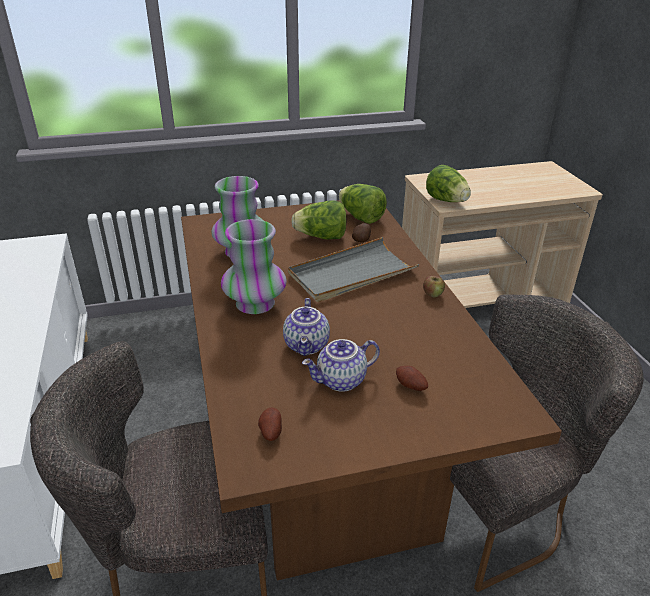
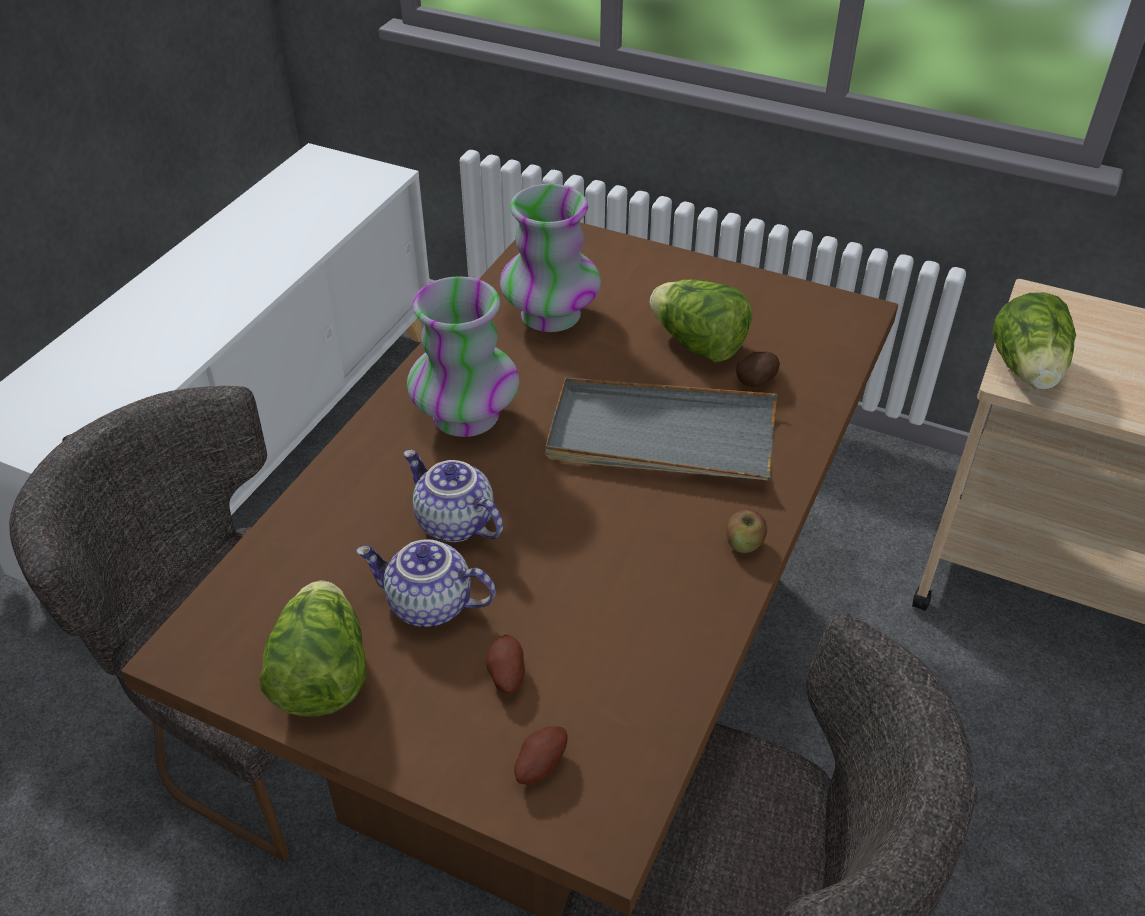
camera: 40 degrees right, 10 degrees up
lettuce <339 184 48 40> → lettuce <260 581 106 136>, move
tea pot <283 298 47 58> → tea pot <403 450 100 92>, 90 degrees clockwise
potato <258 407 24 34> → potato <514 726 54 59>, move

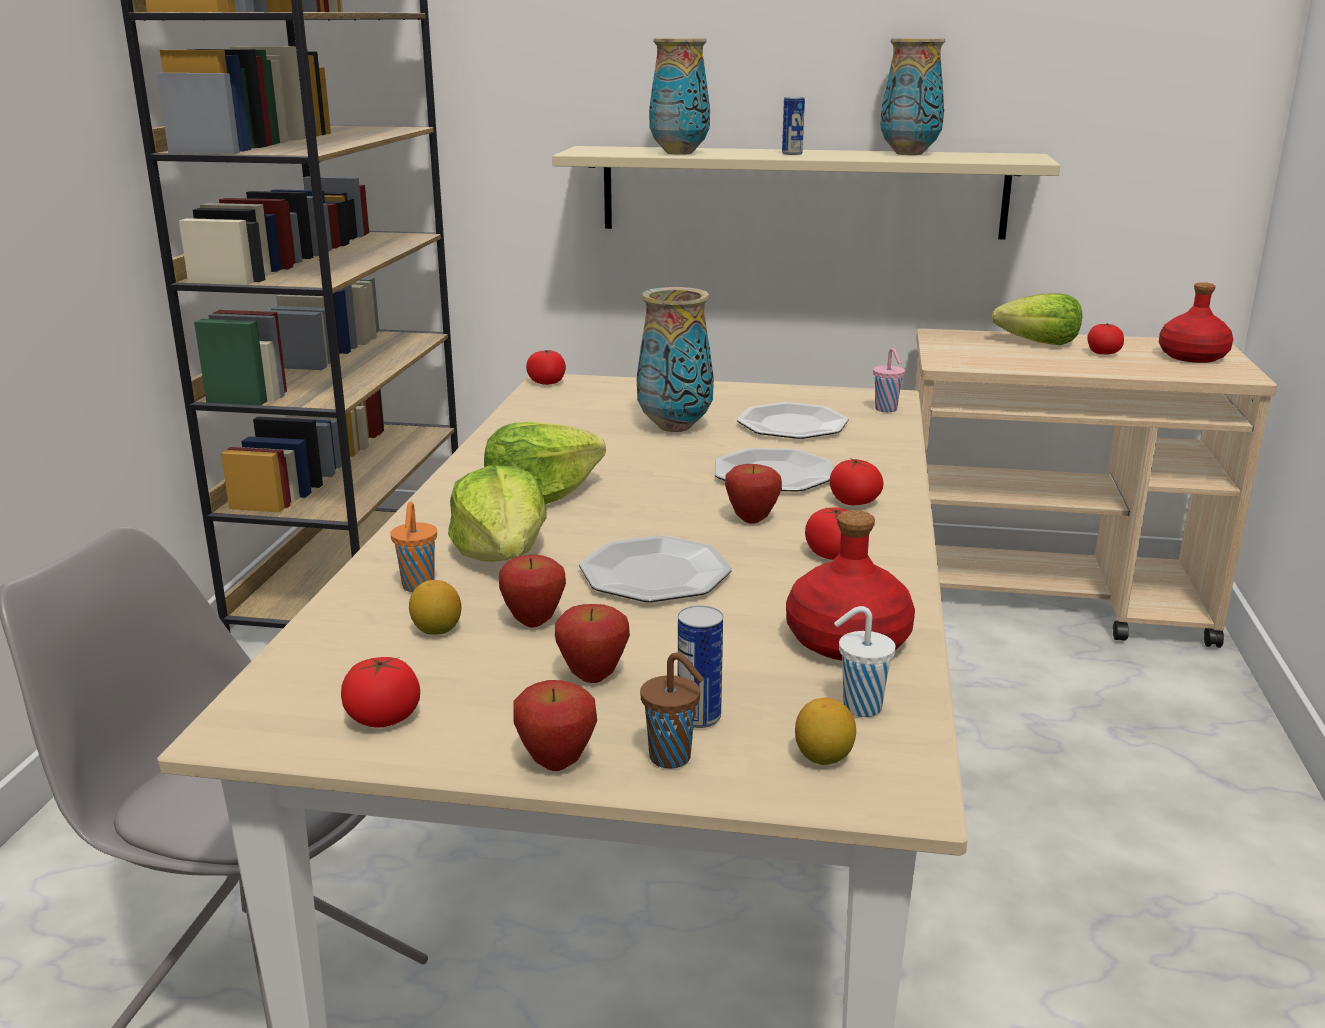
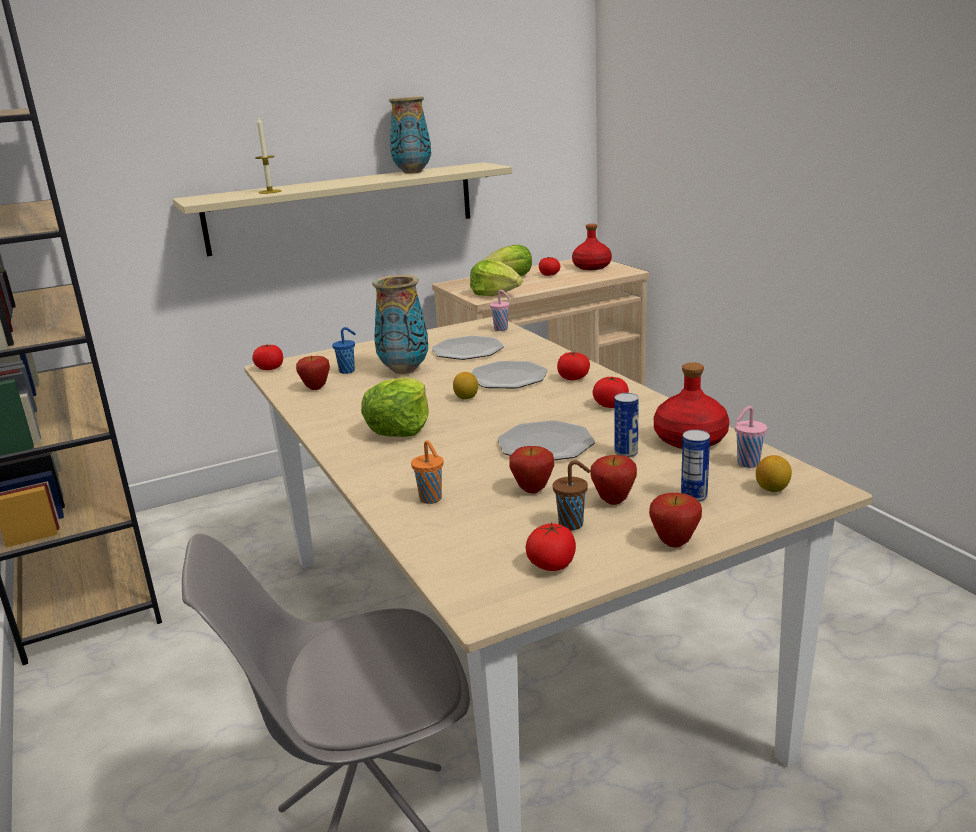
camera: 35 degrees left, 0 degrees up
vase <649 38 61 117> → candle <255 116 26 78>
whole apple <725 464 57 60> → whole apple <296 356 34 34>, move
- → drinking cup in blue-coloured <332 327 24 47>
citrus fruit <409 580 52 55> → citrus fruit <453 372 25 28>, move
lettuce <448 465 99 97> → lettuce <470 260 53 36>, move
drinking cup in brown <640 653 64 116> → drinking cup in brown <553 460 38 70>, move
metal can <782 97 23 58> → metal can <614 393 25 64>, move
drinking cup in white <834 606 62 111> → drinking cup in pink-coloured <735 406 32 62>

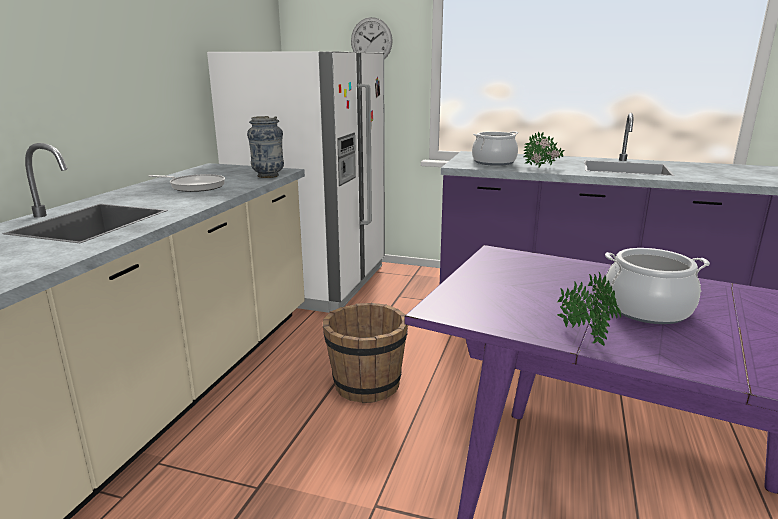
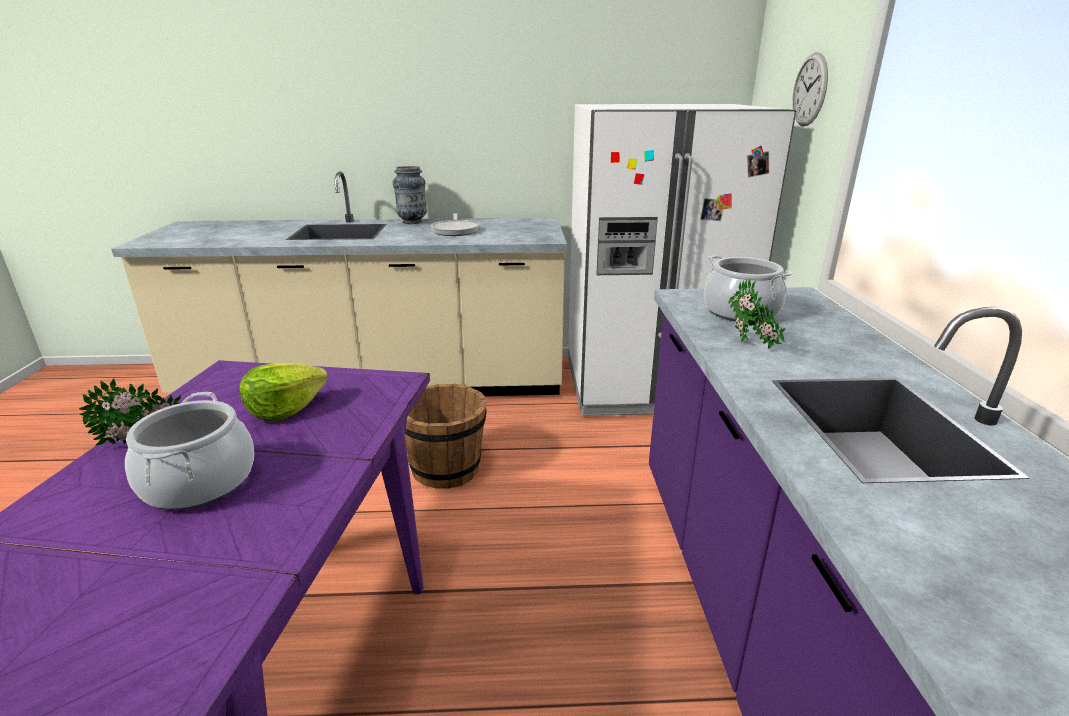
camera: 70 degrees right, 5 degrees up
- → lettuce <239 363 89 59>
vase <247 116 37 62> → vase <393 166 34 58>, move

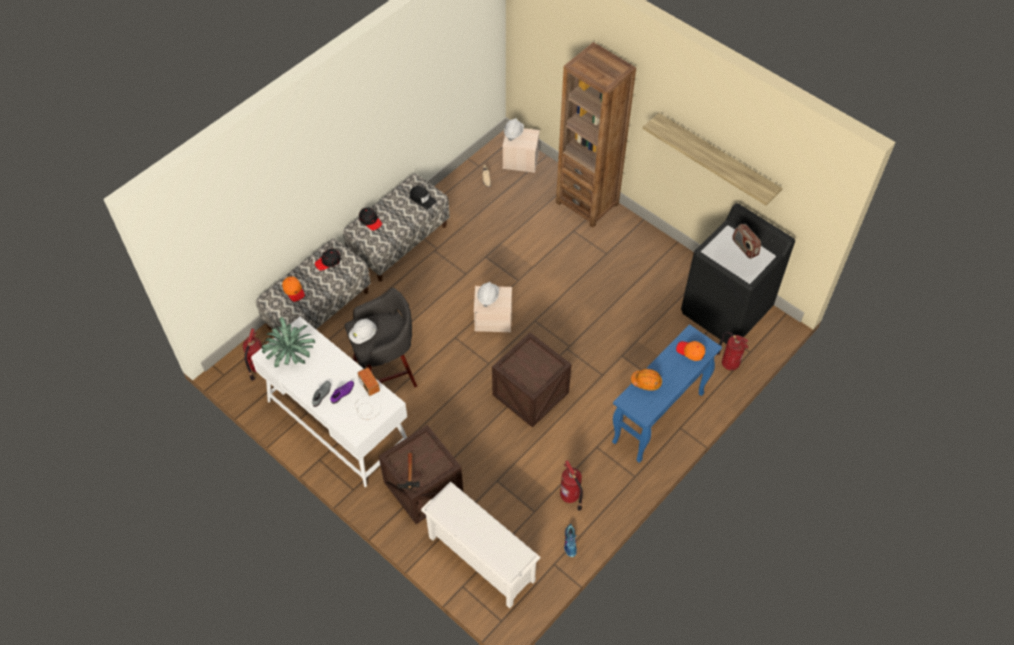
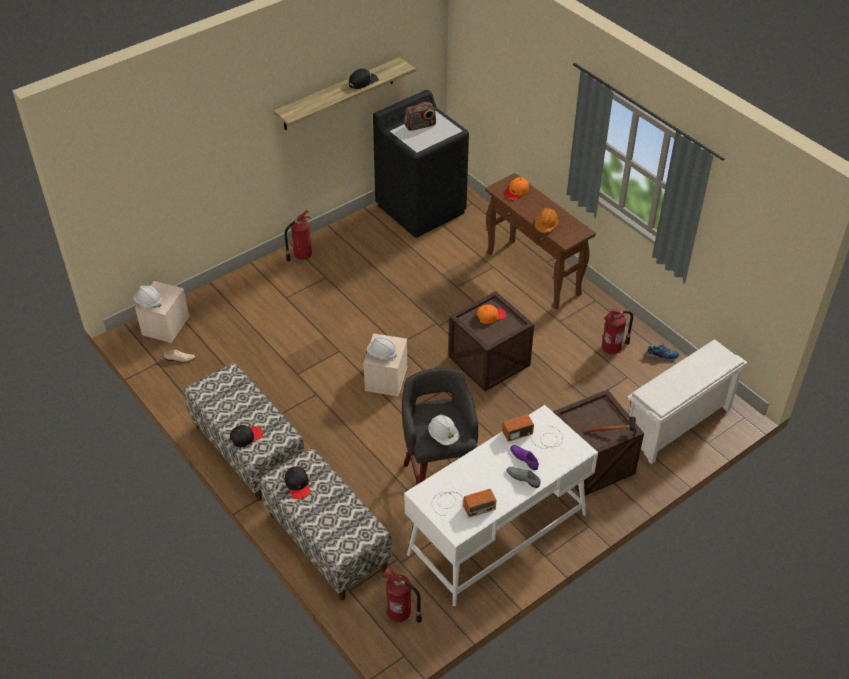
camera: 80 degrees left, 10 degrees down
fire-fighting cylinder <716 332 33 38> → fire-fighting cylinder <284 210 28 52>, move
peaked cap in black <410 186 26 23> → peaked cap in black <349 69 30 20>, move
potted plant <262 317 53 50> → radio set <432 489 64 29>
peaked cap in orangey <282 276 23 26> → peaked cap in orangey <477 305 29 19>, move
narrow table in blue-coloured <612 324 110 139> → narrow table in brown <485 173 111 136>
bookshelf in brown <556 42 80 186> → -

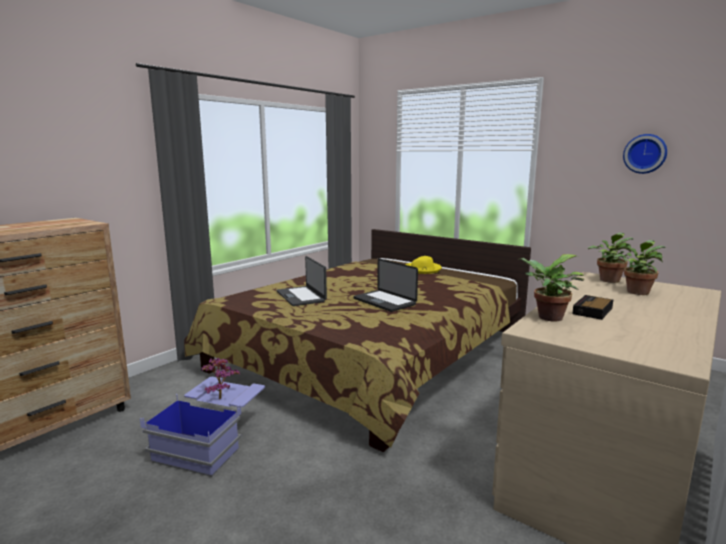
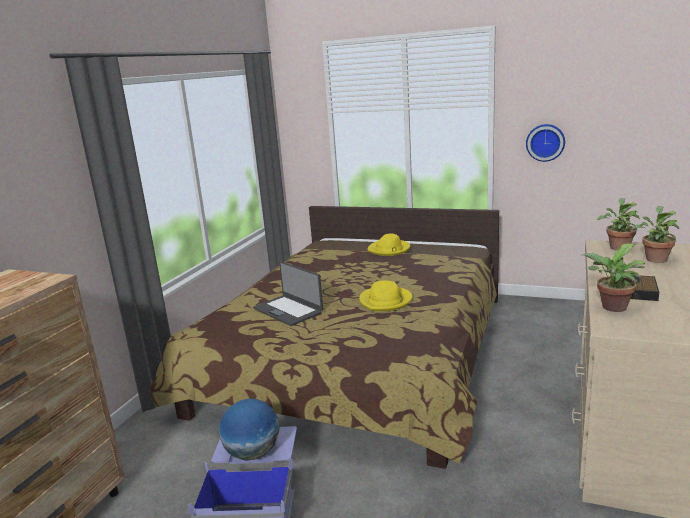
camera: 15 degrees left, 5 degrees up
potted plant <201 358 39 41> → globe <219 399 60 62>
laptop <353 259 65 53> → wearable hat in yellowish <359 280 54 31>
clock on the wall <623 134 44 40> → clock on the wall <526 124 39 38>, move

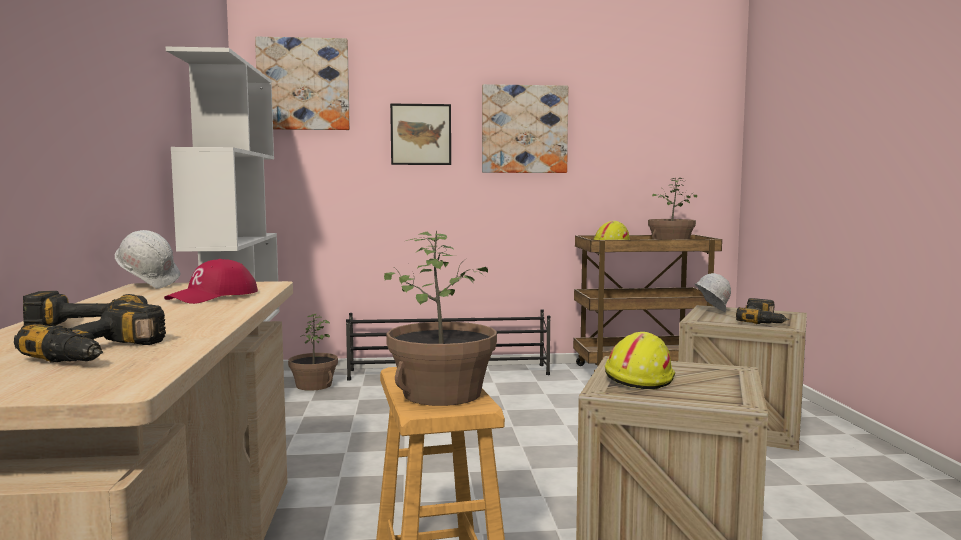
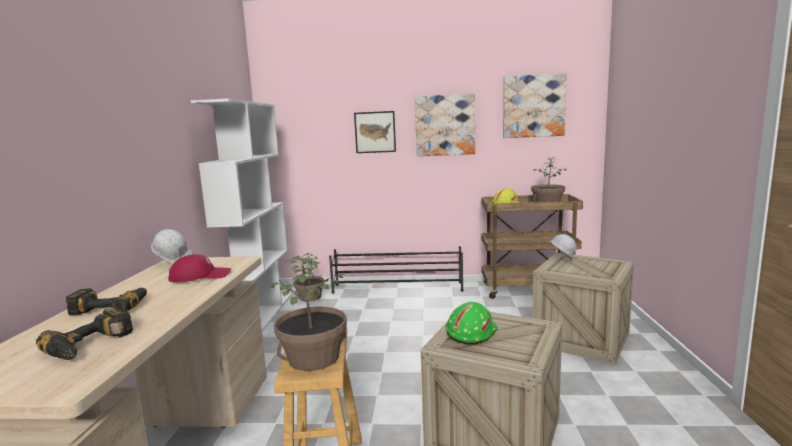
camera: 10 degrees right, 5 degrees up
peaked cap in red <164 259 94 45> → peaked cap in red <168 254 63 29>, 150 degrees counterclockwise
safety helmet in yellowish <605 332 70 57> → safety helmet in greenish <446 302 52 43>
picture <255 37 95 93> → picture <503 73 63 65>, move
power drill <736 298 53 26> → -

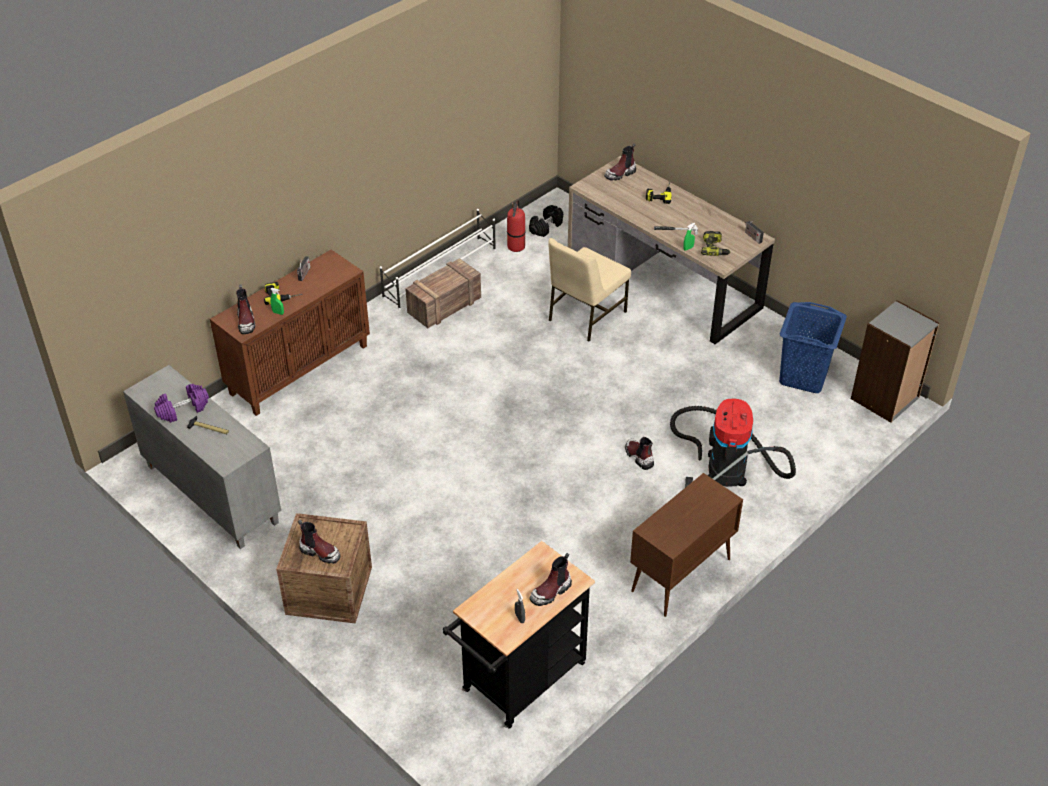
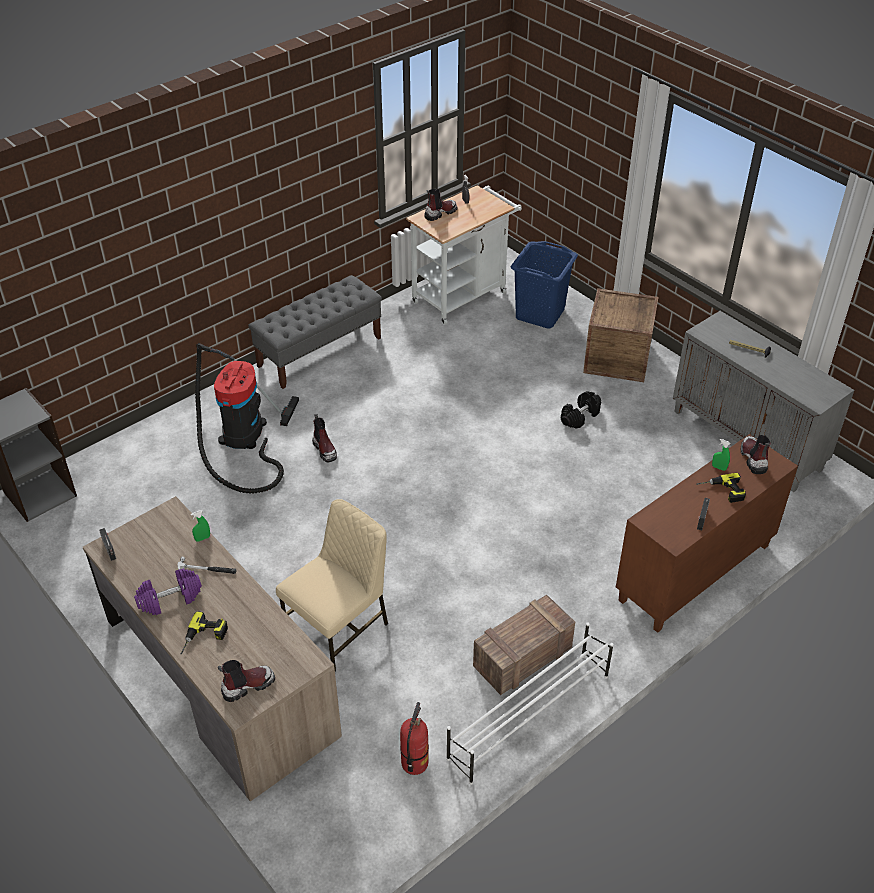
camera: 175 degrees left, 0 degrees up
free weight in purple-coloured <154 384 55 39> → free weight in purple-coloured <134 568 68 47>, move
cabinet in brown <630 473 113 144> → long seat in grey <248 275 134 114>
trolley in black <443 541 152 188> → trolley in white <406 185 116 140>
laundry basket in blue-coloured <779 302 68 91> → laundry basket in blue-coloured <511 241 67 87>, move
free weight in black <529 205 34 32> → free weight in black <561 391 40 38>, move
high-top boot <298 520 43 44> → -
power drill <701 231 30 25> → -

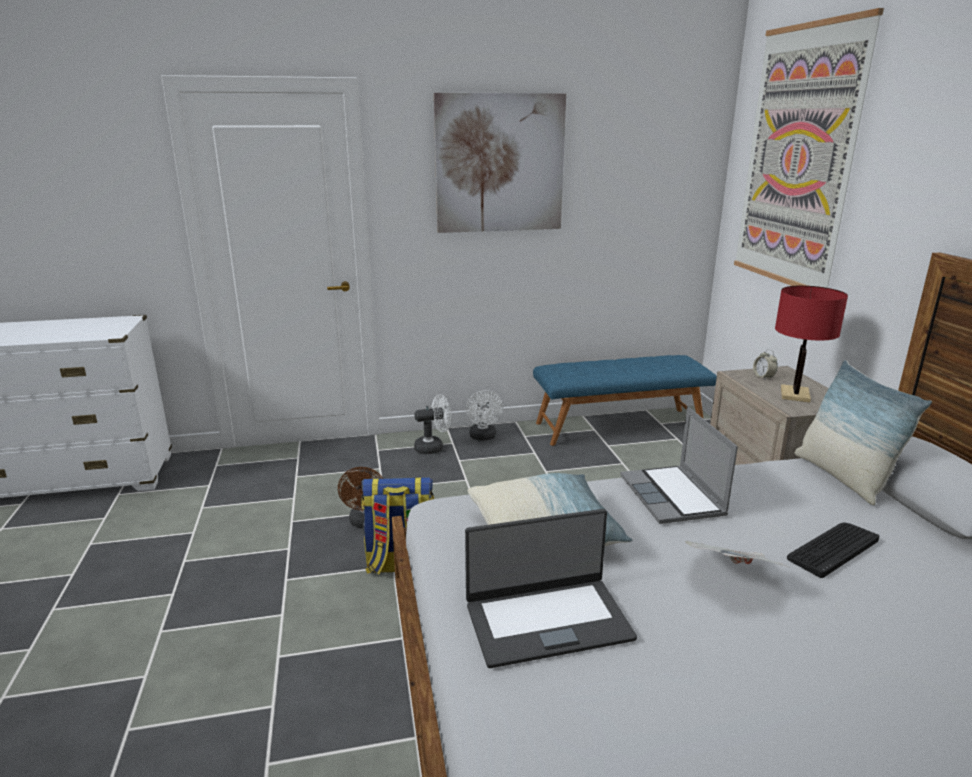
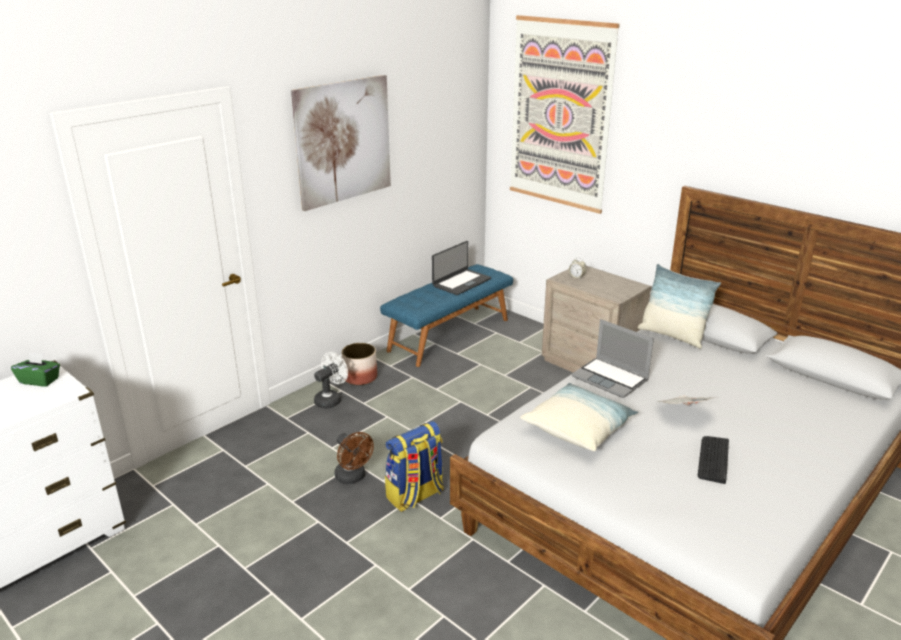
camera: 35 degrees left, 5 degrees up
- → tissue holder in greenish <11 352 49 35>
cooling fan in white <466 390 37 51> → planter <342 343 35 42>
laptop <465 509 172 159> → laptop <432 241 59 54>, move
keyboard <787 523 92 55> → keyboard <698 436 31 48>, move
lamp for a table in red <775 286 73 116> → -

